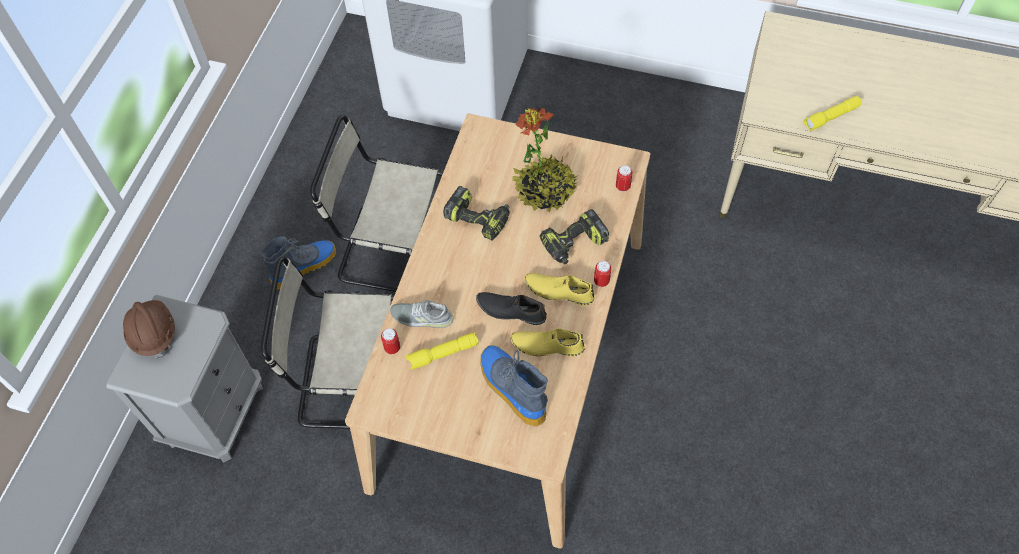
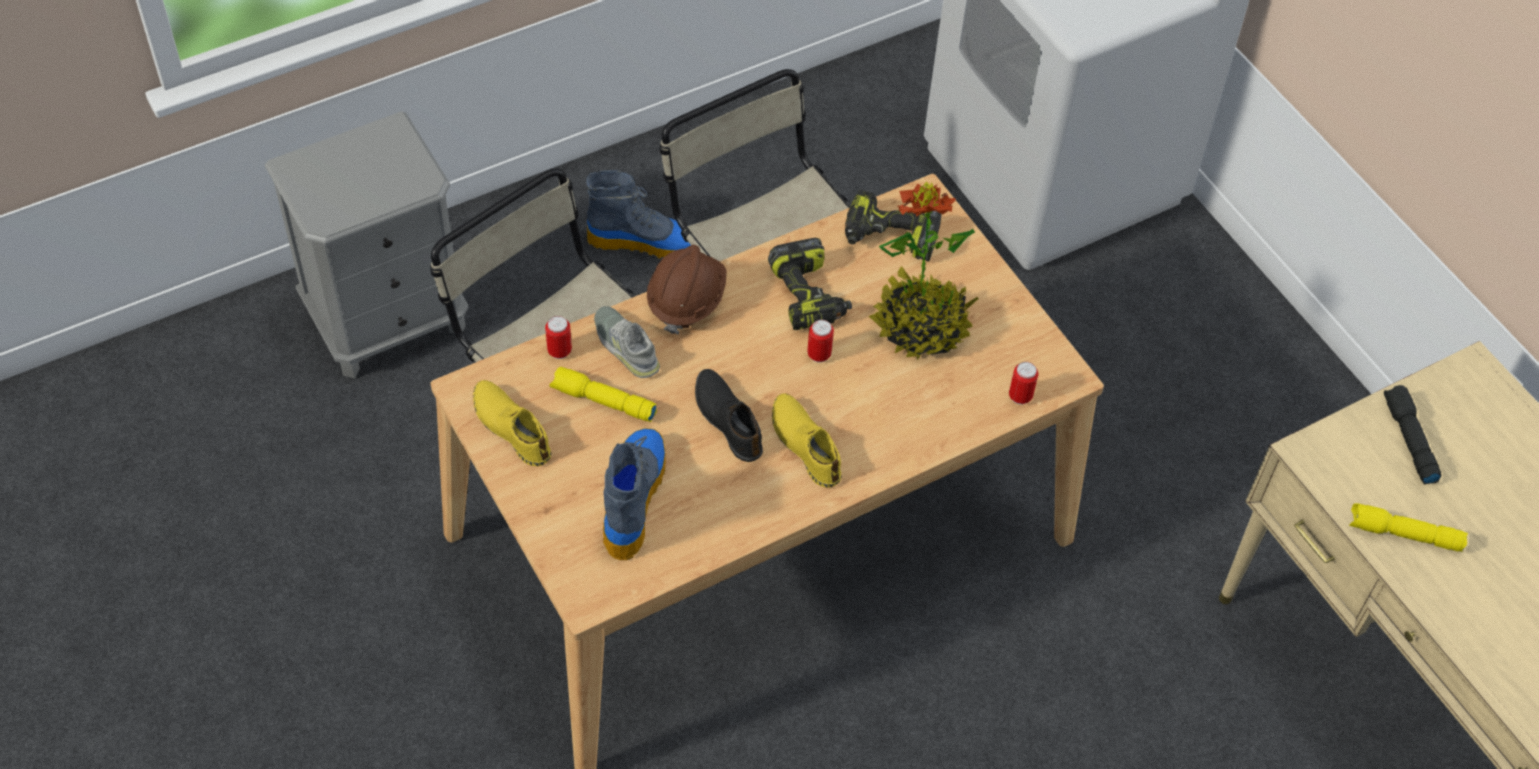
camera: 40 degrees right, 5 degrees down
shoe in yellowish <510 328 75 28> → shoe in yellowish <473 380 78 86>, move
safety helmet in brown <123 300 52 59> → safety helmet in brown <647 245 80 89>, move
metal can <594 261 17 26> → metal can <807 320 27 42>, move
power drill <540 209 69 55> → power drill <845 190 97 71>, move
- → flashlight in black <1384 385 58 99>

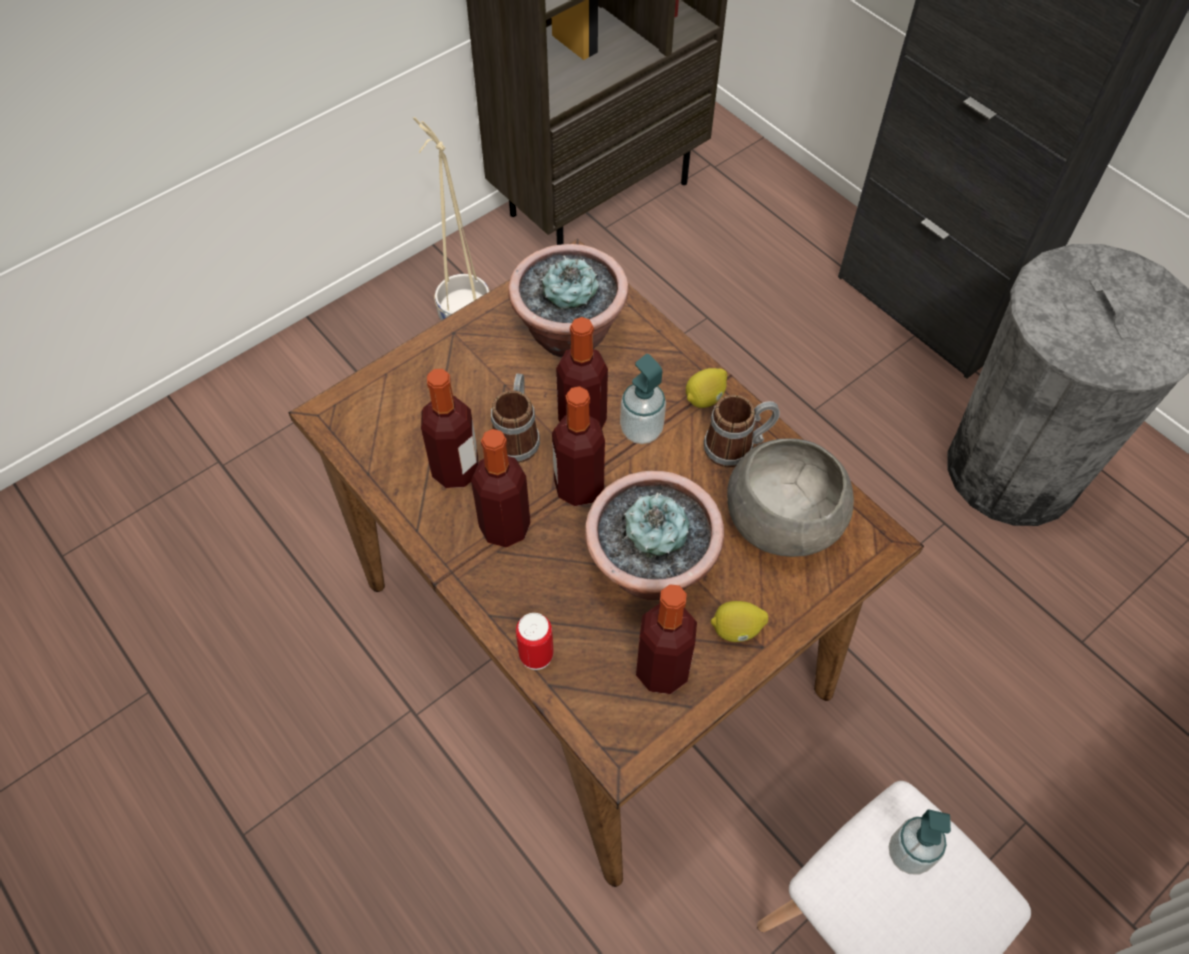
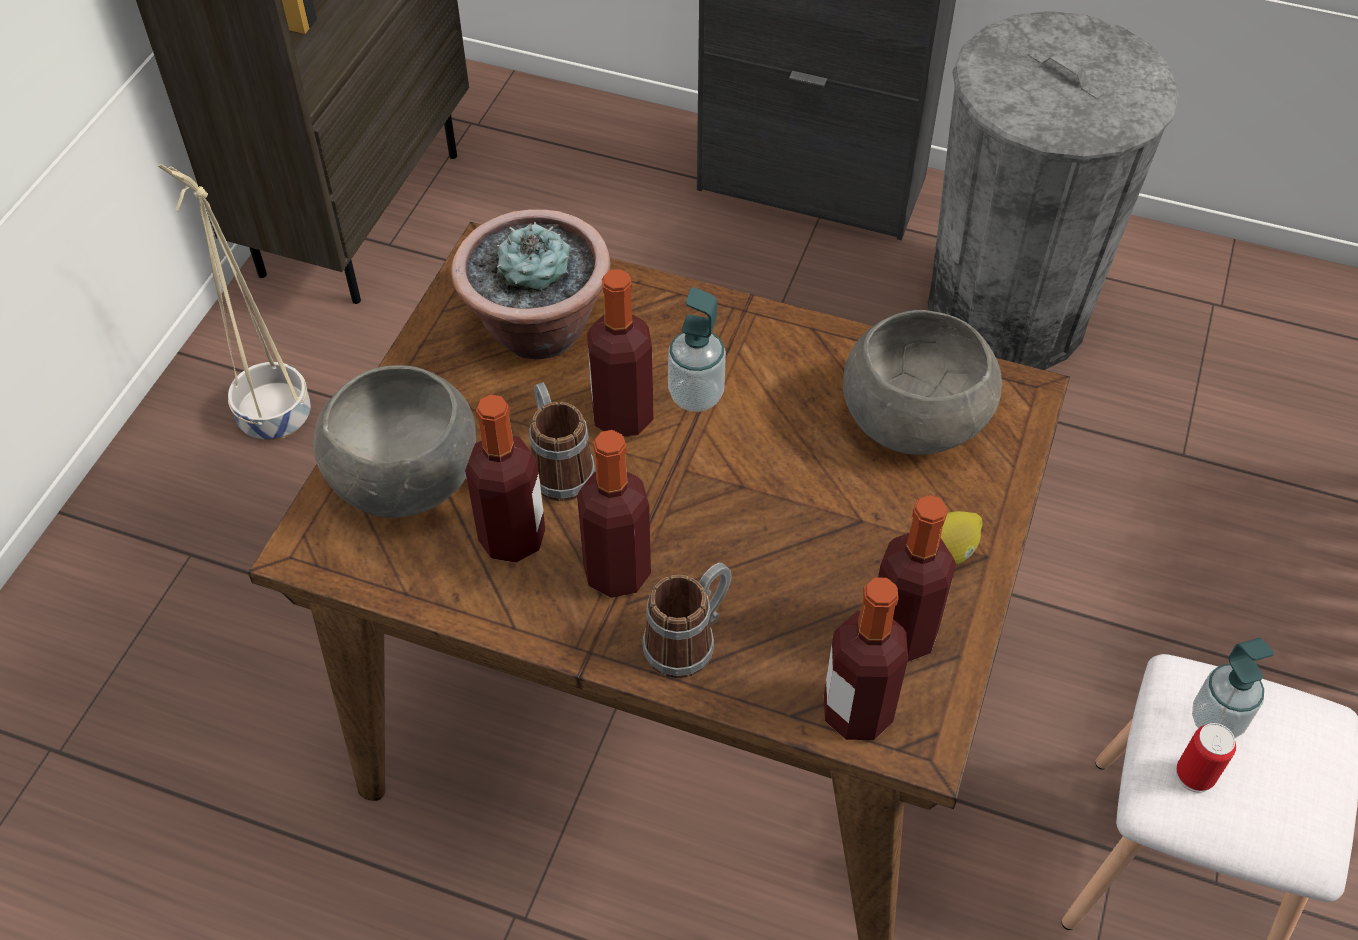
camera: 30 degrees left, 5 degrees down
- → serving bowl in grey <313 365 163 153>
mug <704 395 76 73> → mug <642 563 90 116>, move
beverage bottle <552 386 53 120> → beverage bottle <824 577 84 163>, move
metal can <516 613 38 57> → metal can <1176 723 60 70>, move
potted plant <585 471 139 129> → -
citrus fruit <686 368 41 40> → -

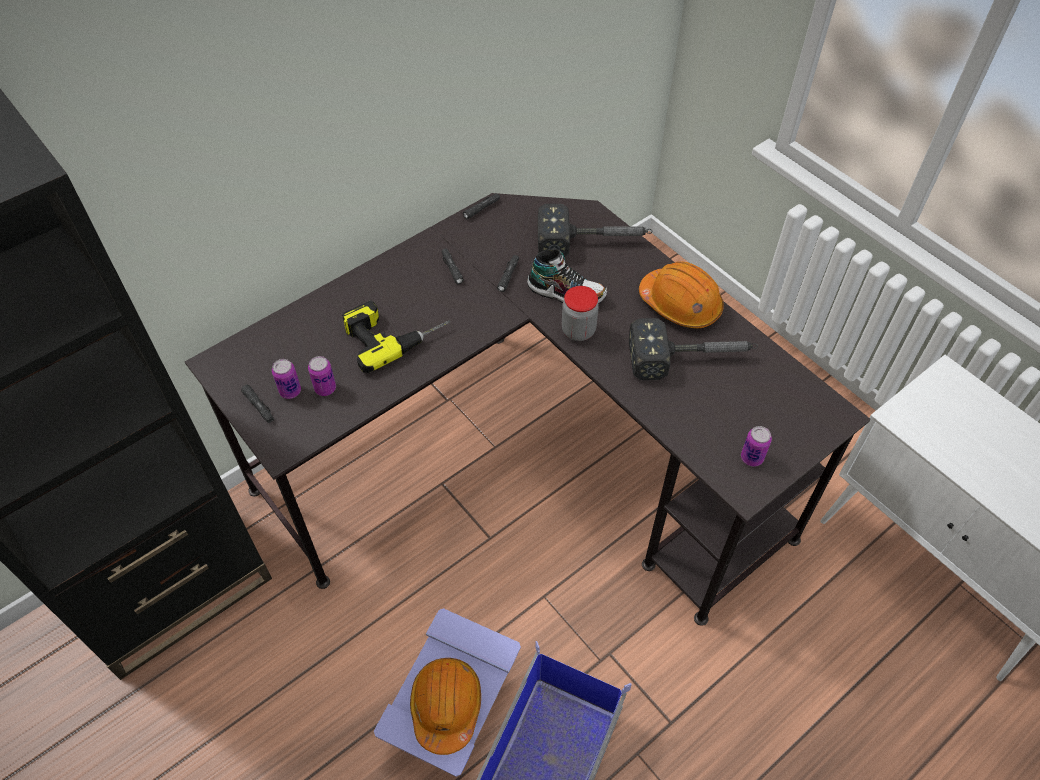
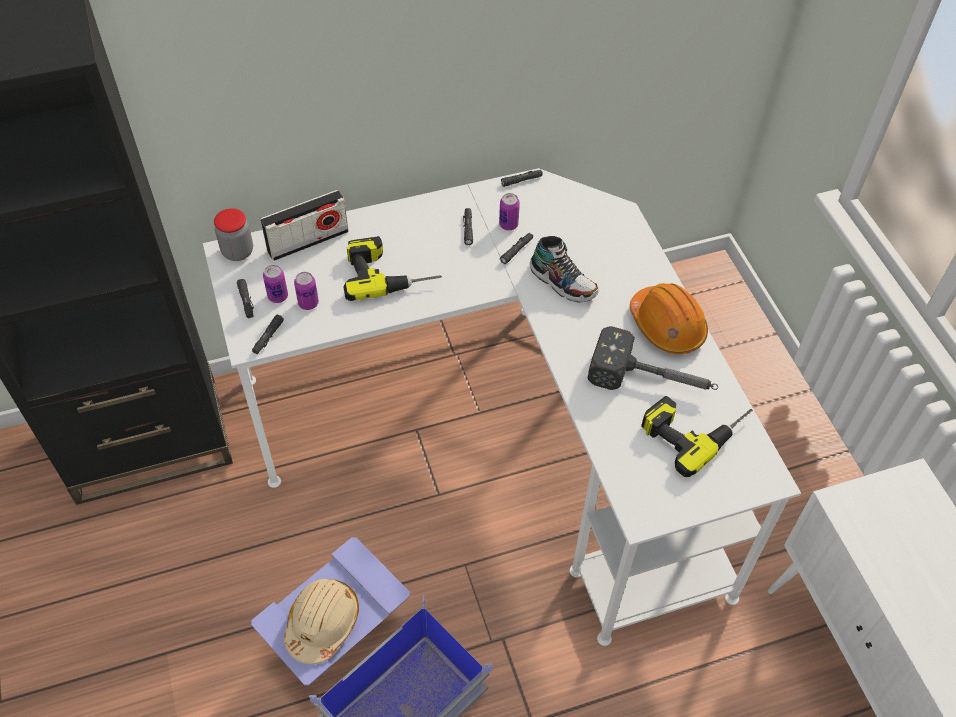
camera: 20 degrees right, 0 degrees up
desk table in black <185 193 686 433> → desk table in white <203 168 598 478>
storage jar <562 286 37 55> → storage jar <214 208 39 53>, move
- → flashlight in black <252 314 32 40>
- → radio set <260 190 88 71>
safety helmet in orangey <410 658 71 97> → safety helmet in beige-coloured <284 579 75 85>
metal can <741 426 31 41> → metal can <499 193 21 37>, move
- → power drill <641 396 112 81>
hammer <538 204 114 53> → -

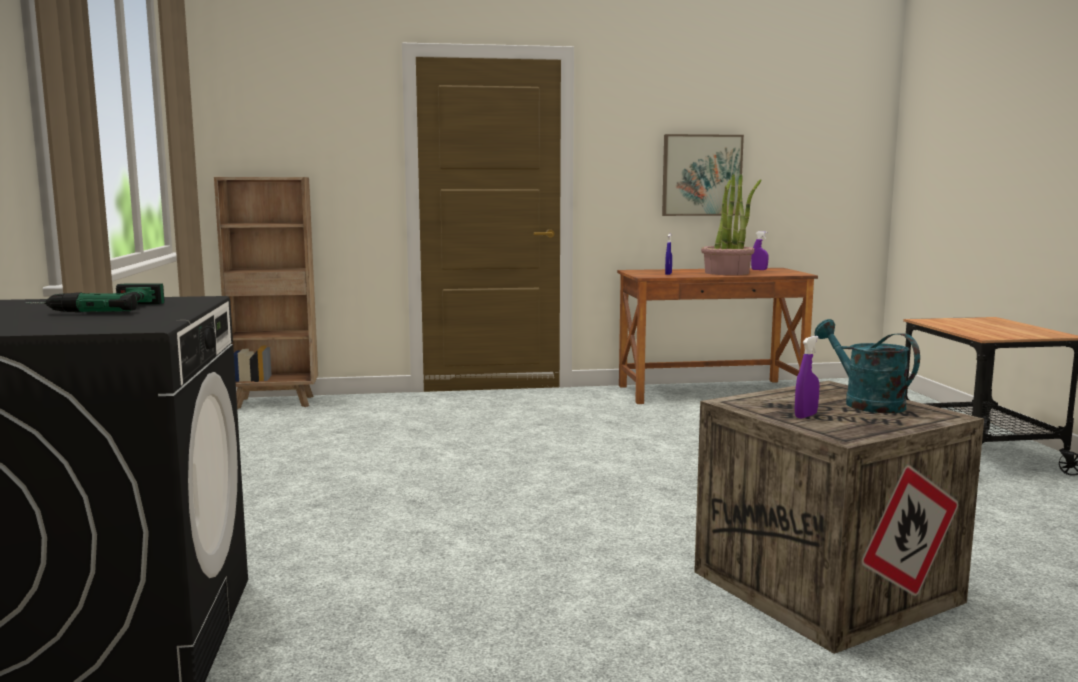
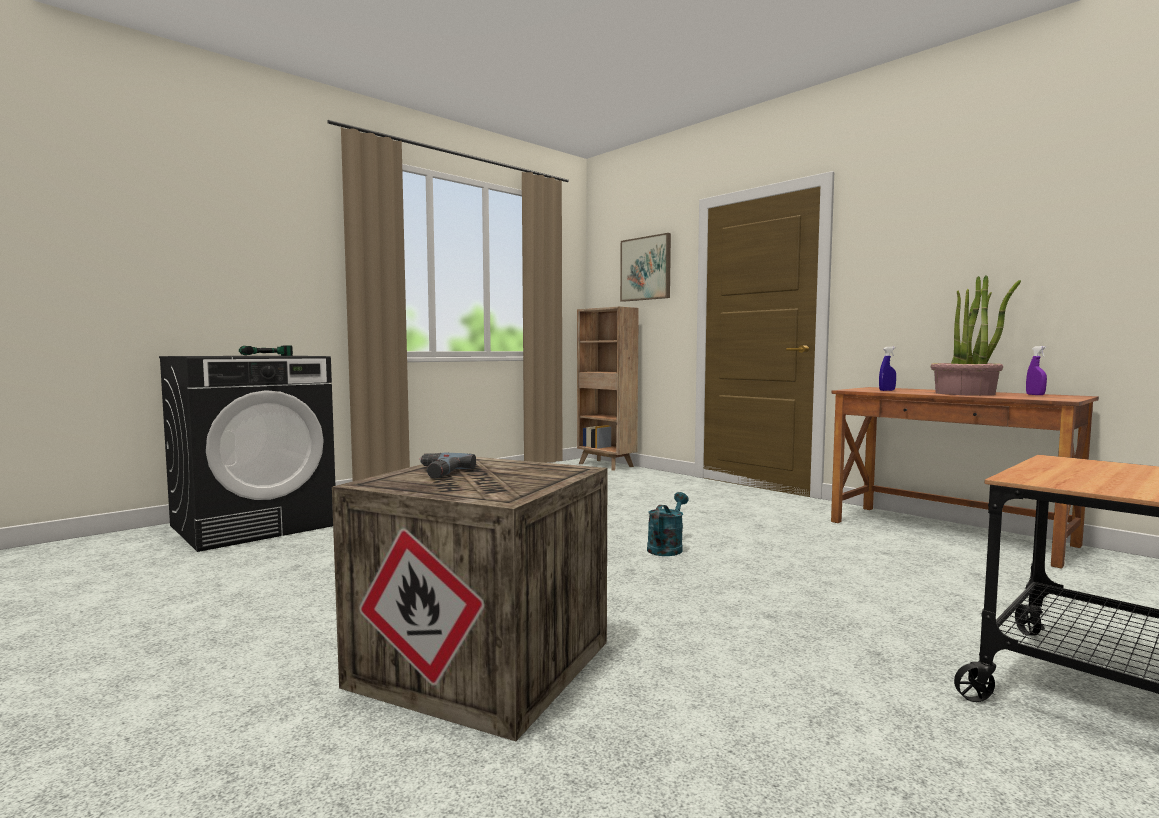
camera: 55 degrees right, 5 degrees down
sprayer in purple-coloured <795 336 24 83> → power drill <419 453 57 25>
picture <662 134 82 82> → picture <620 233 51 69>, move
watering can in turquoise-coloured <815 319 105 94> → watering can in turquoise-coloured <647 492 42 64>, move

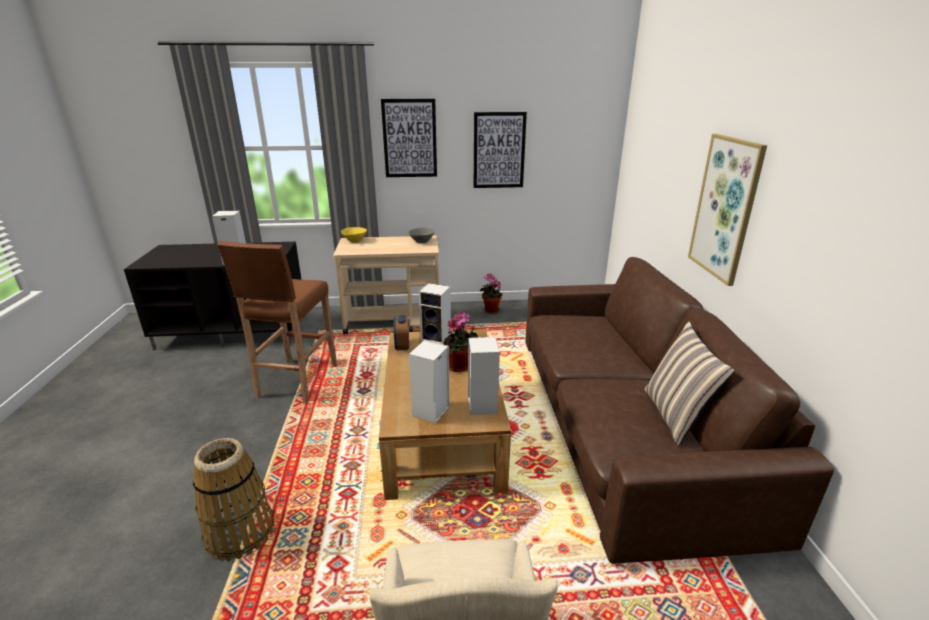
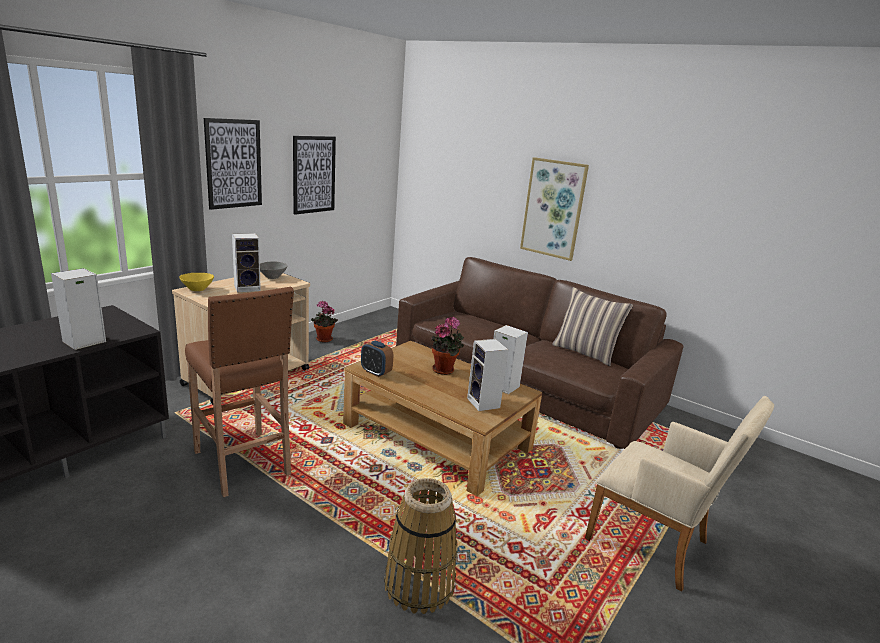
camera: 50 degrees left, 5 degrees down
audio speaker <419 283 32 61> → audio speaker <232 233 29 59>, move

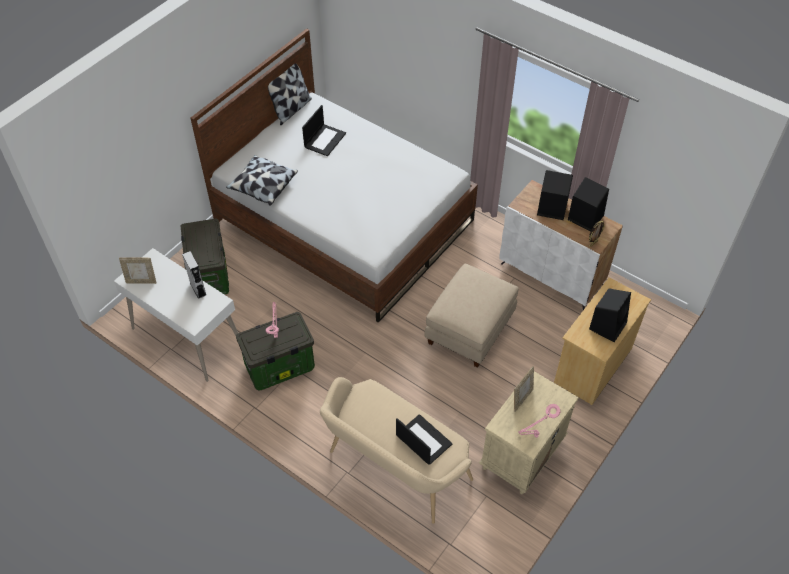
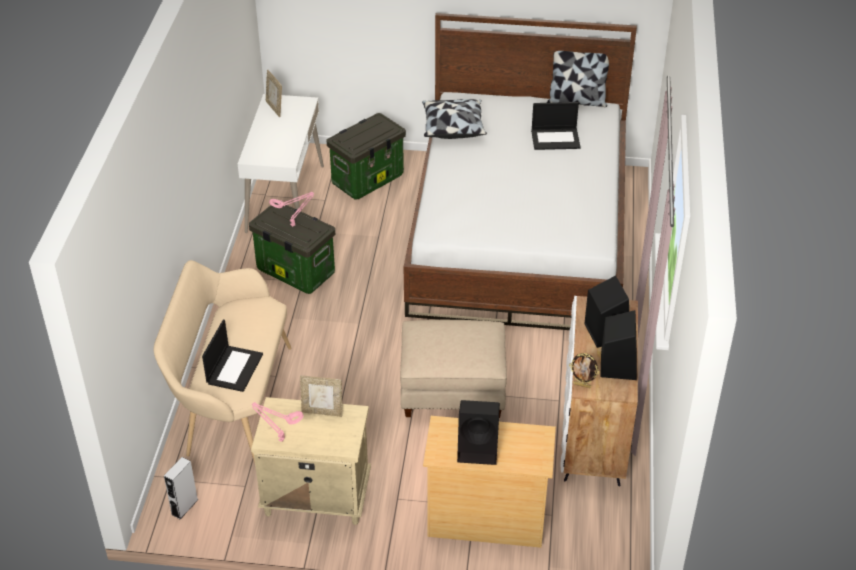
camera: 60 degrees right, 10 degrees down
audio speaker in grey <182 251 24 48> → audio speaker in grey <164 457 34 62>, move

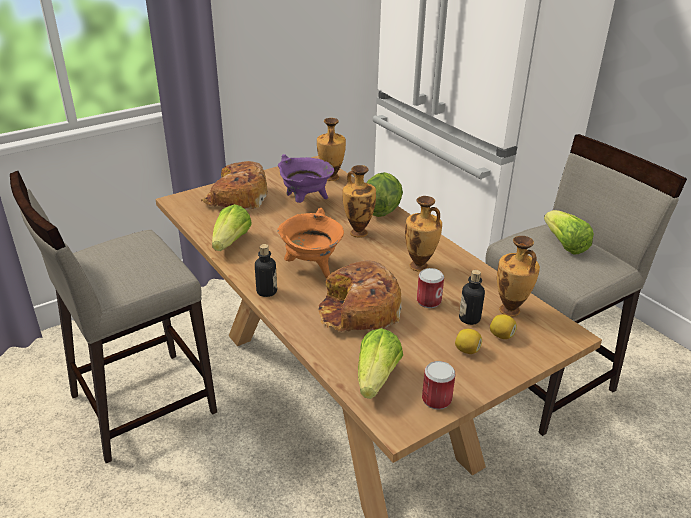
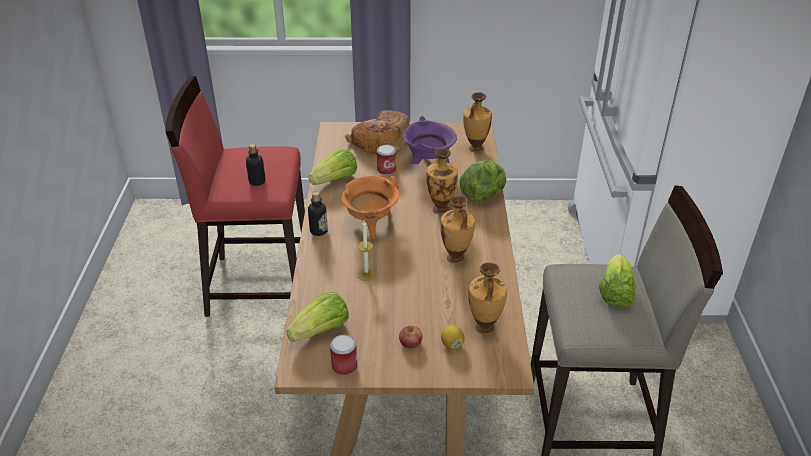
camera: 35 degrees right, 5 degrees up
sitting stool in beige-coloured <10 171 207 292> → sitting stool in red <166 76 139 241>
beverage bottle <459 270 26 55> → beverage bottle <246 144 19 42>, move
baked bread <318 260 84 72> → candle <357 221 19 60>
metal can <417 268 27 40> → metal can <377 145 19 30>, move
citrus fruit <455 329 27 25> → whole apple <399 326 23 23>

